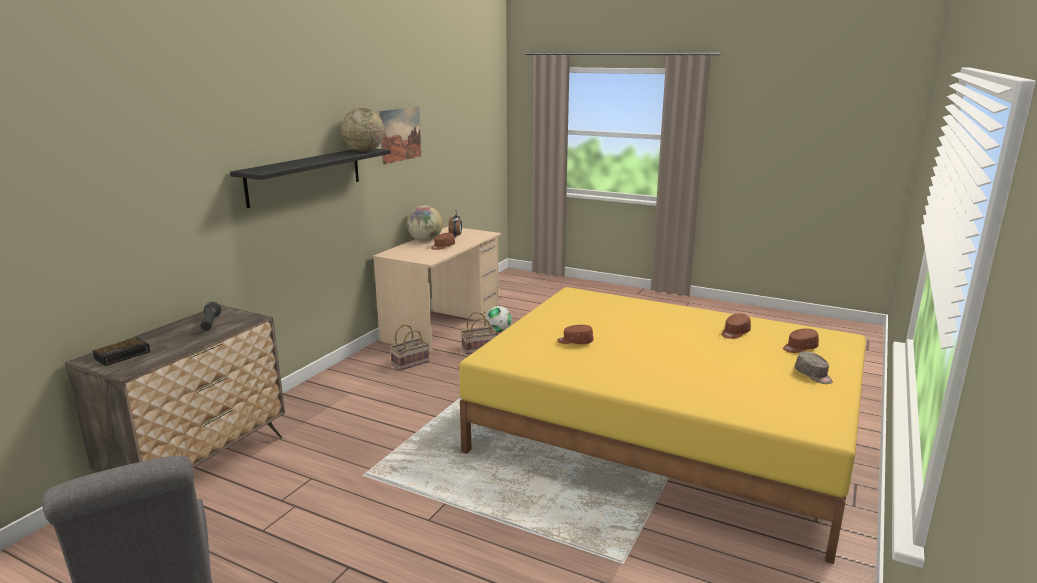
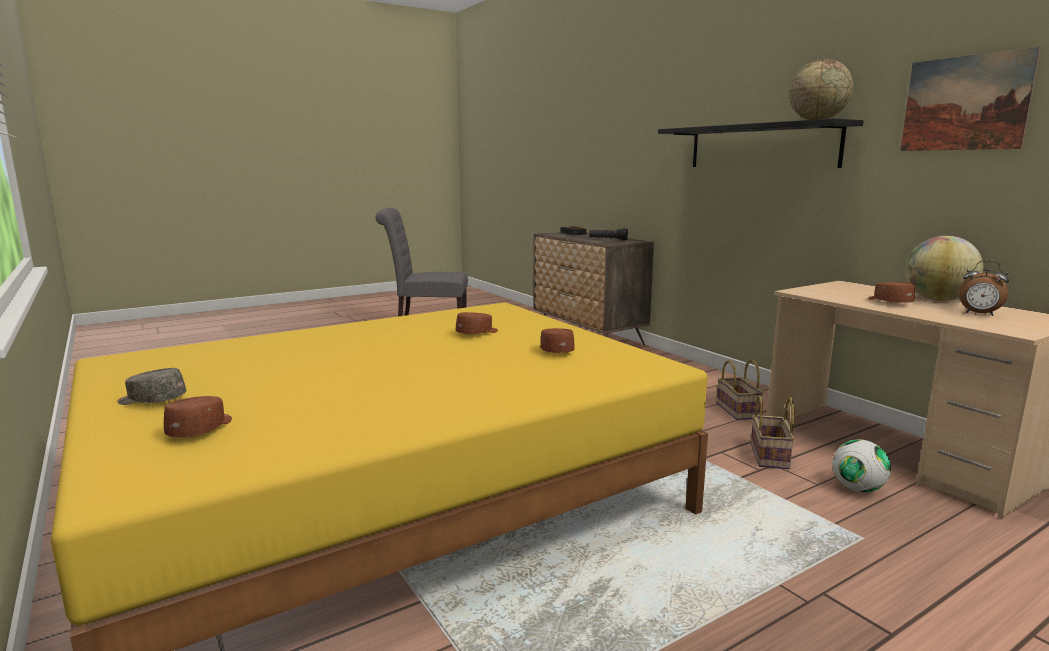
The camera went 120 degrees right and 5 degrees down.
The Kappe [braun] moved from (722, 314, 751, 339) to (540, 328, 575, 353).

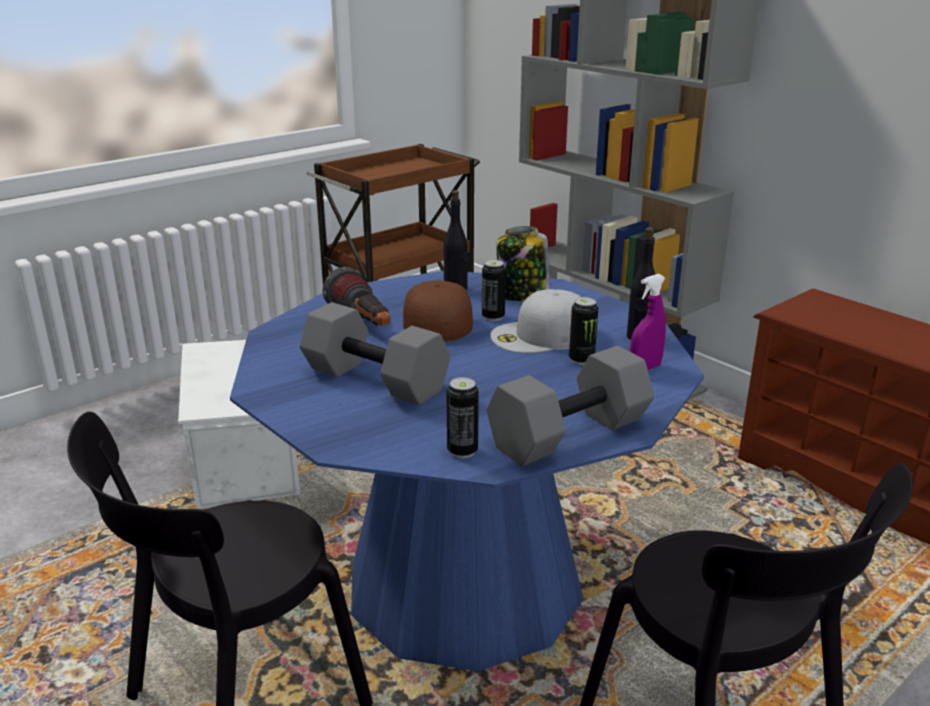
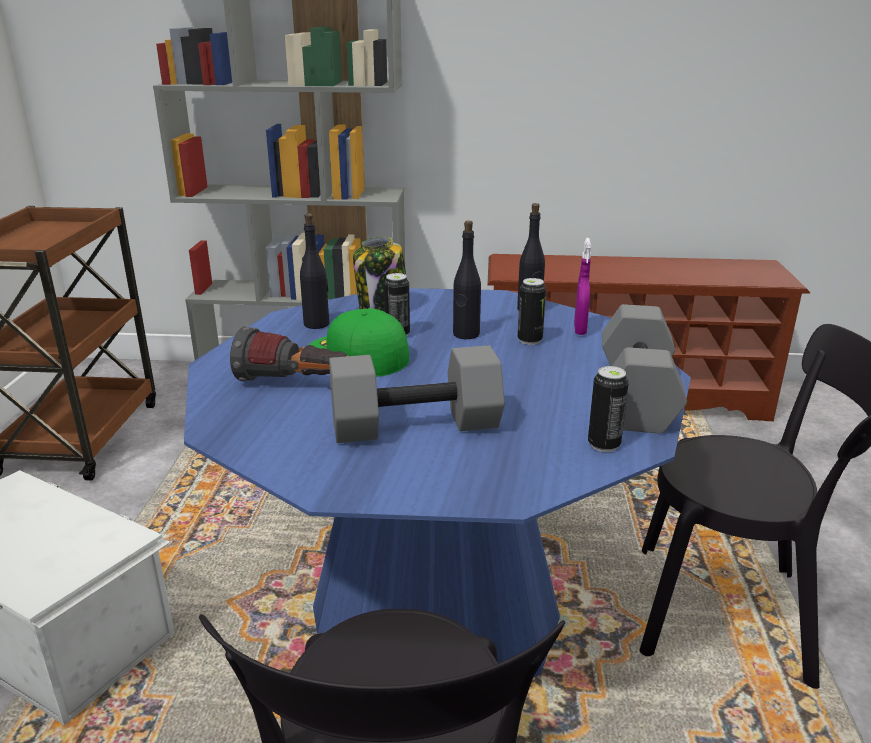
The camera went 45 degrees left and 0 degrees up.
The Kappe [braun] at (402, 280, 473, 342) became the Kappe [grün] at (309, 308, 409, 377).
The Kappe [weiß] at (490, 289, 581, 353) was replaced by the Flasche [schwarz] at (453, 221, 481, 339).

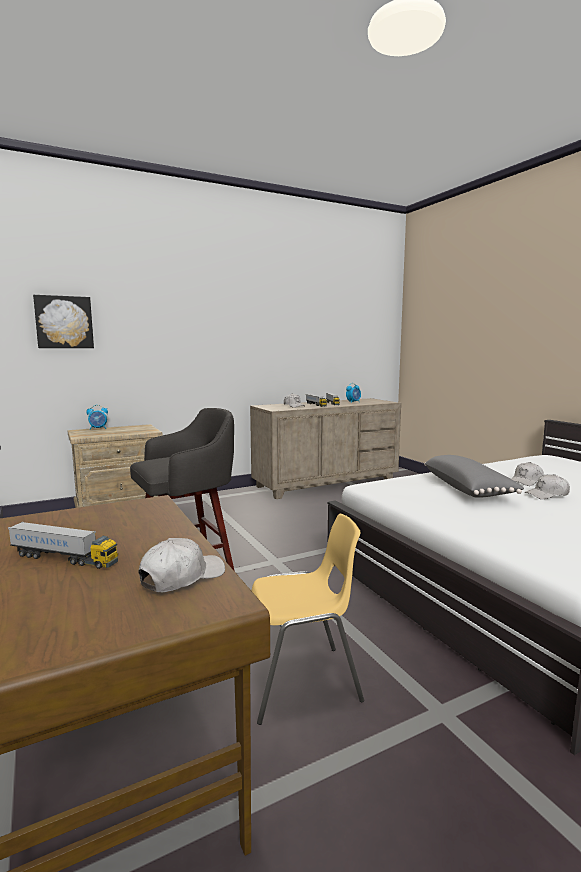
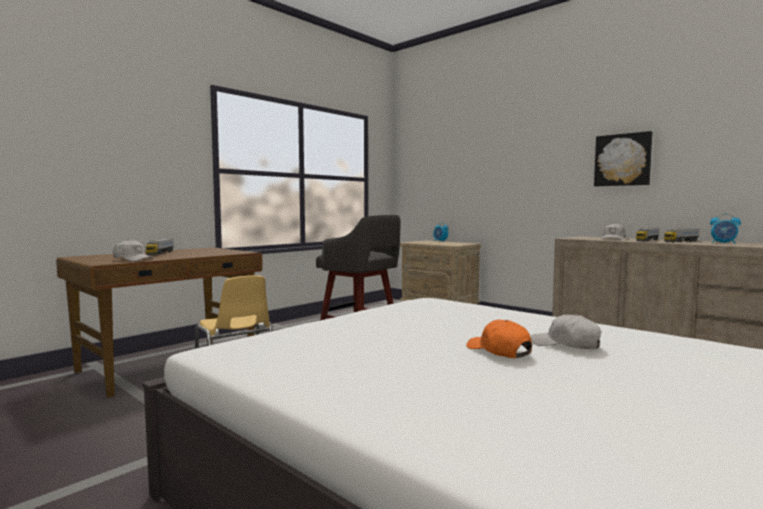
The camera went 70 degrees right and 5 degrees down.
The Bild moved from (33, 295, 94, 348) to (594, 131, 652, 186).
The Kissen [grau] at (424, 455, 524, 498) disappeared.
The Kappe [weiß] at (524, 474, 570, 499) became the Kappe [orange] at (466, 320, 532, 358).

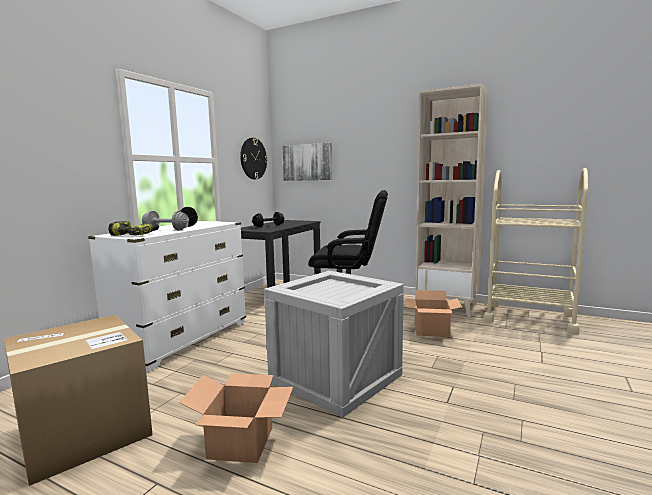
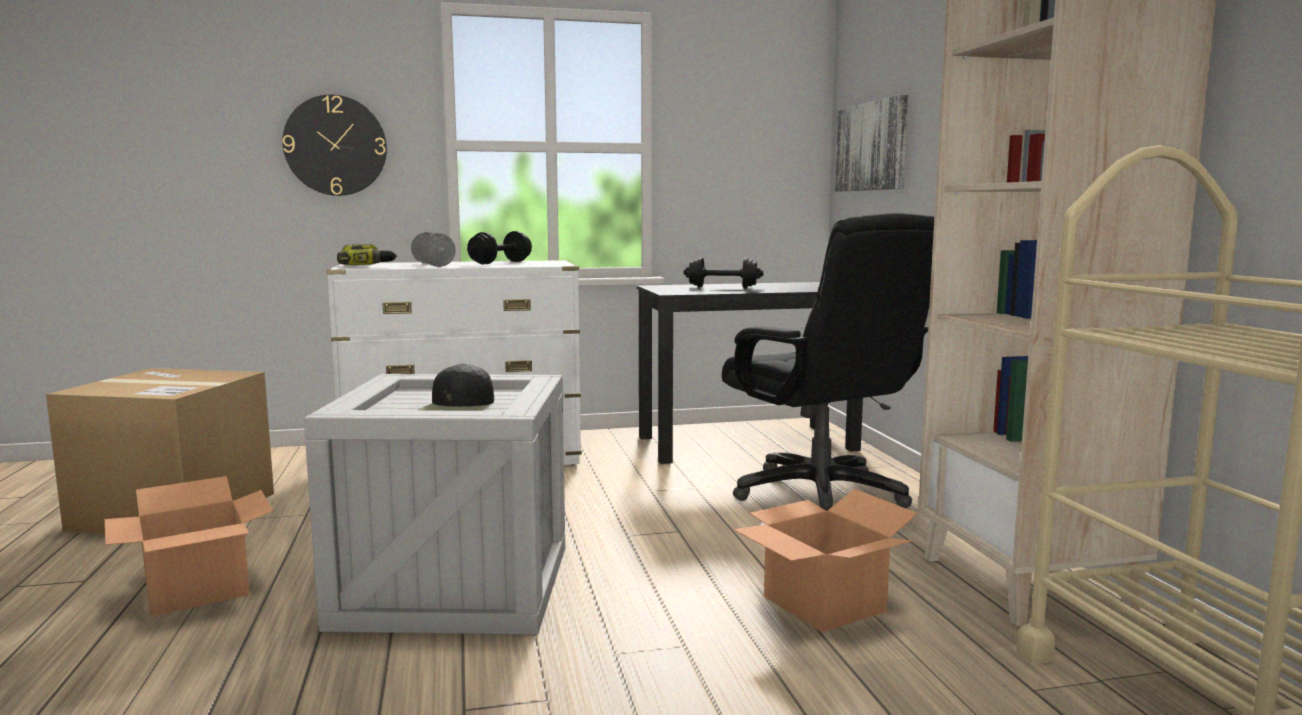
The camera went 50 degrees right and 0 degrees up.
The Wanduhr moved from (240, 138, 268, 179) to (282, 94, 387, 196).
The Kappe [schwarz] at (418, 363, 494, 411) appeared.

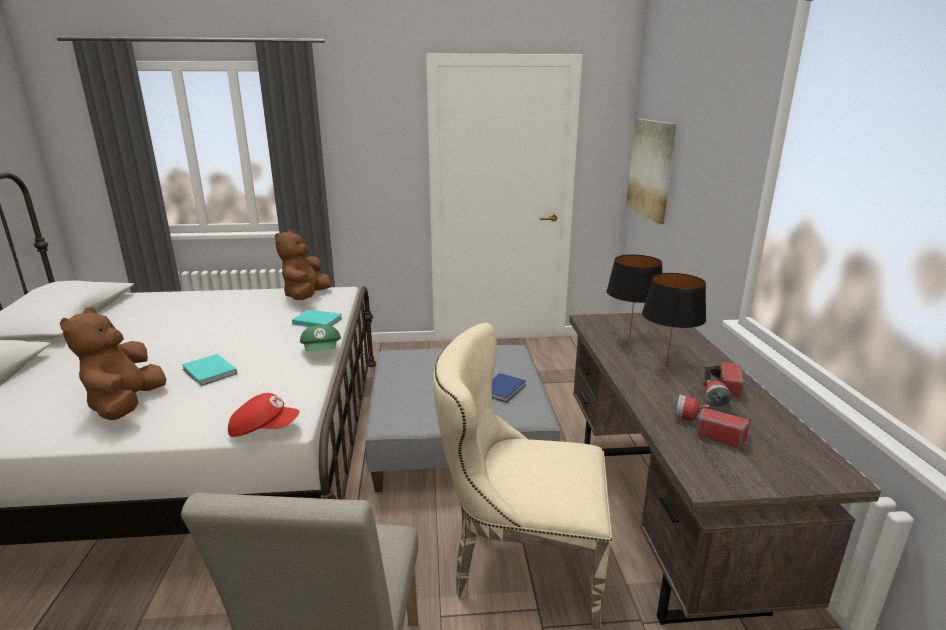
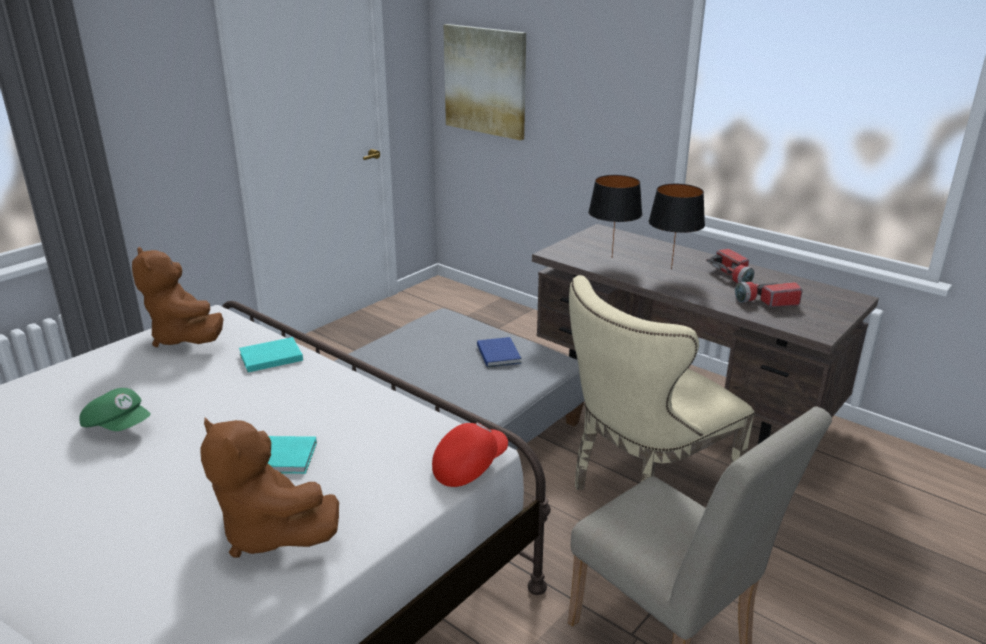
The camera went 45 degrees left and 5 degrees up.
The Kappe [grün] moved from (300, 325, 341, 351) to (79, 388, 151, 431).

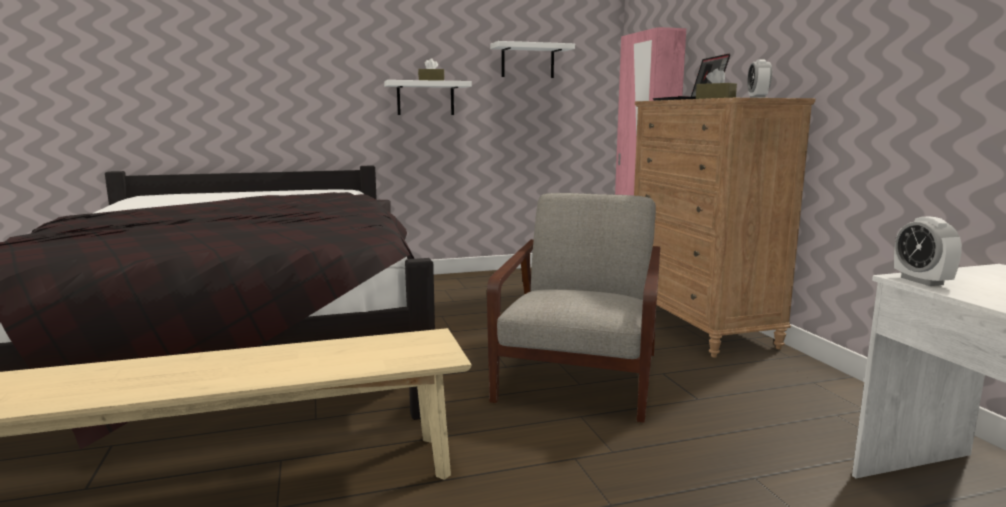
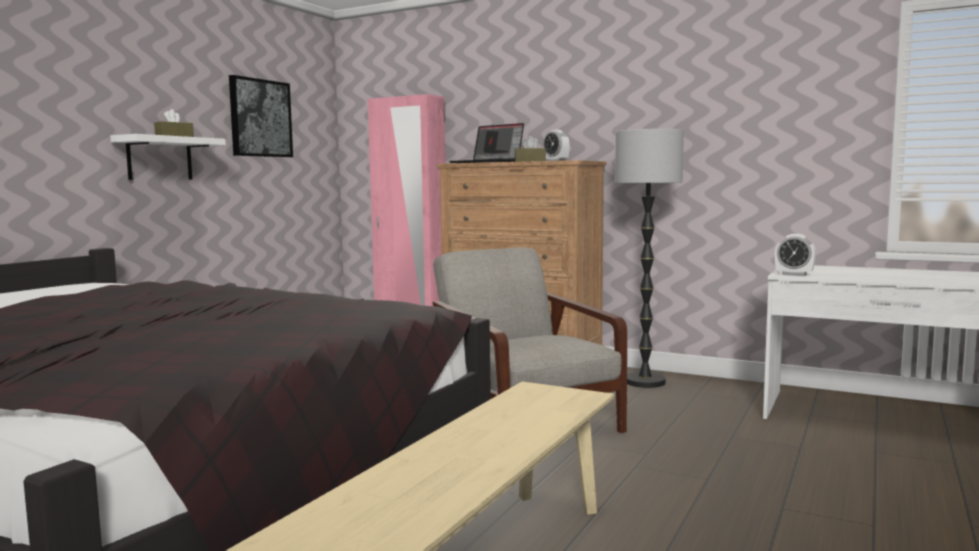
The camera went 45 degrees left and 5 degrees down.
The Wandregal [weiß] at (490, 41, 575, 78) was replaced by the Bild at (229, 75, 293, 157).
The Stehlampe at (615, 129, 684, 388) appeared.

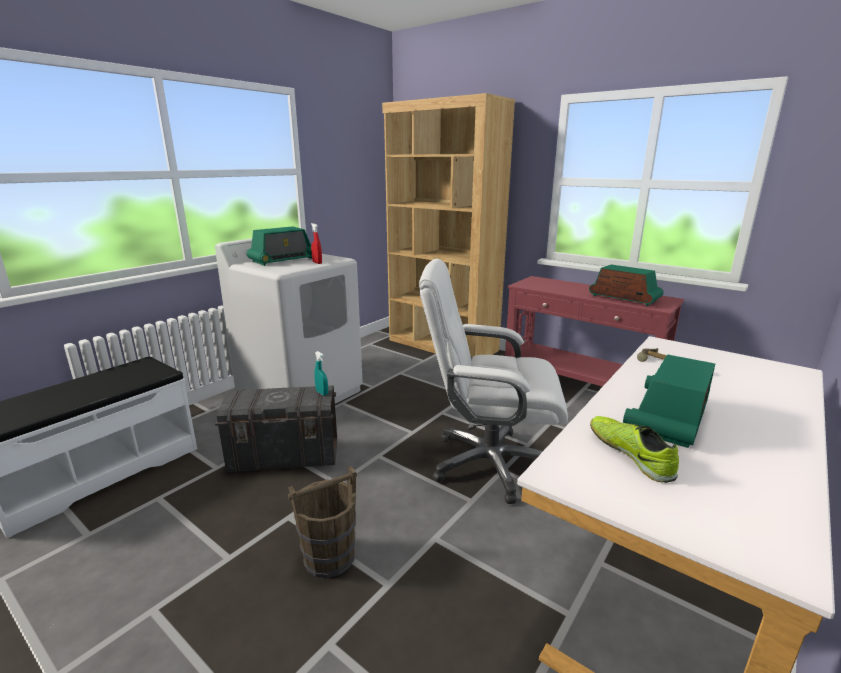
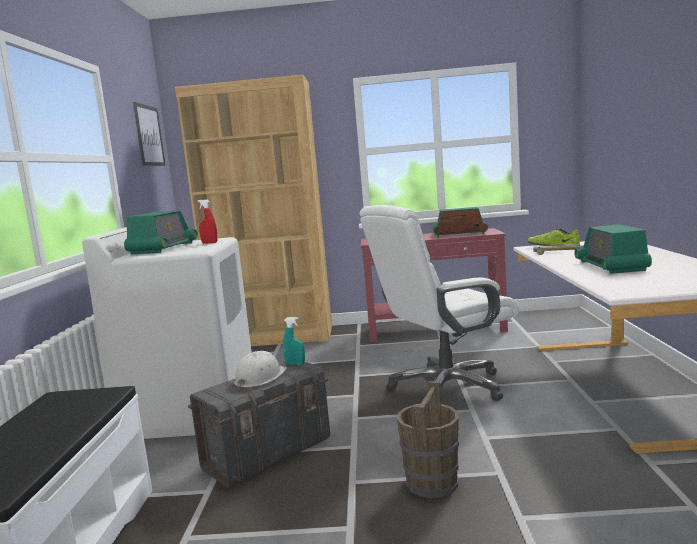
The camera went 35 degrees left and 10 degrees down.
The Schuh moved from (590, 416, 679, 483) to (528, 228, 580, 247).
The Bild at (133, 102, 166, 166) appeared.
The Schutzhelm [weiß] at (234, 351, 287, 388) appeared.

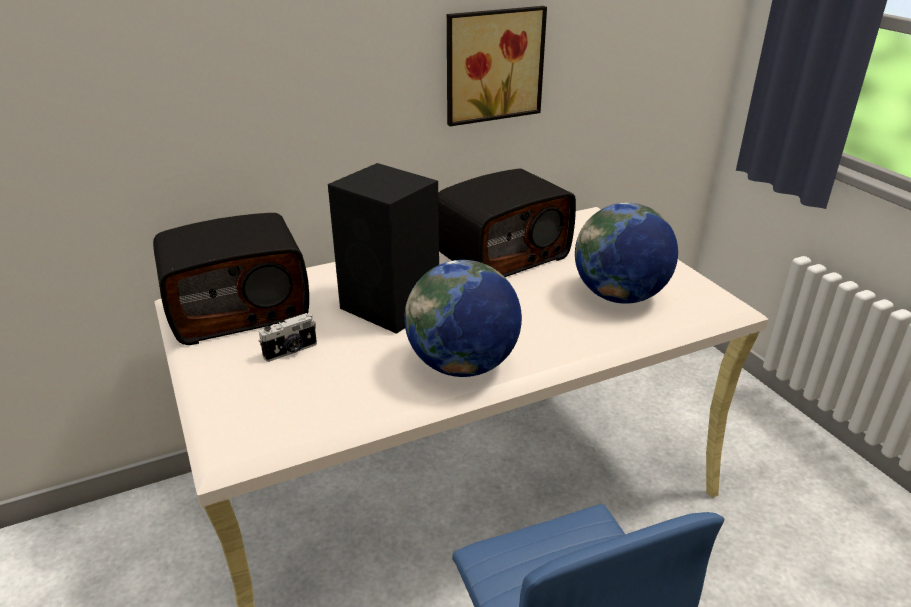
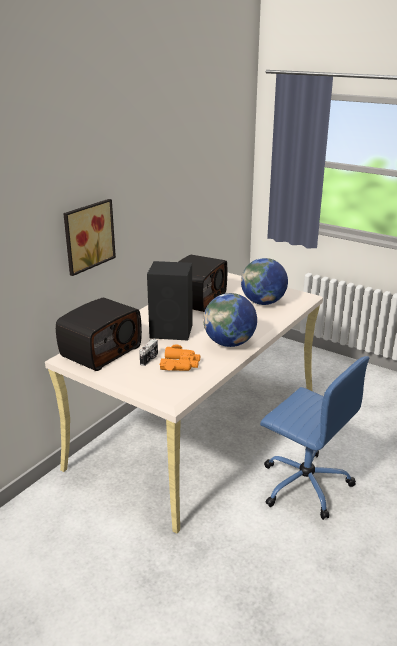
The camera went 30 degrees left and 5 degrees down.
The Bild moved from (447, 6, 547, 126) to (63, 199, 116, 276).
The Fernglas [orange] at (159, 345, 200, 371) appeared.

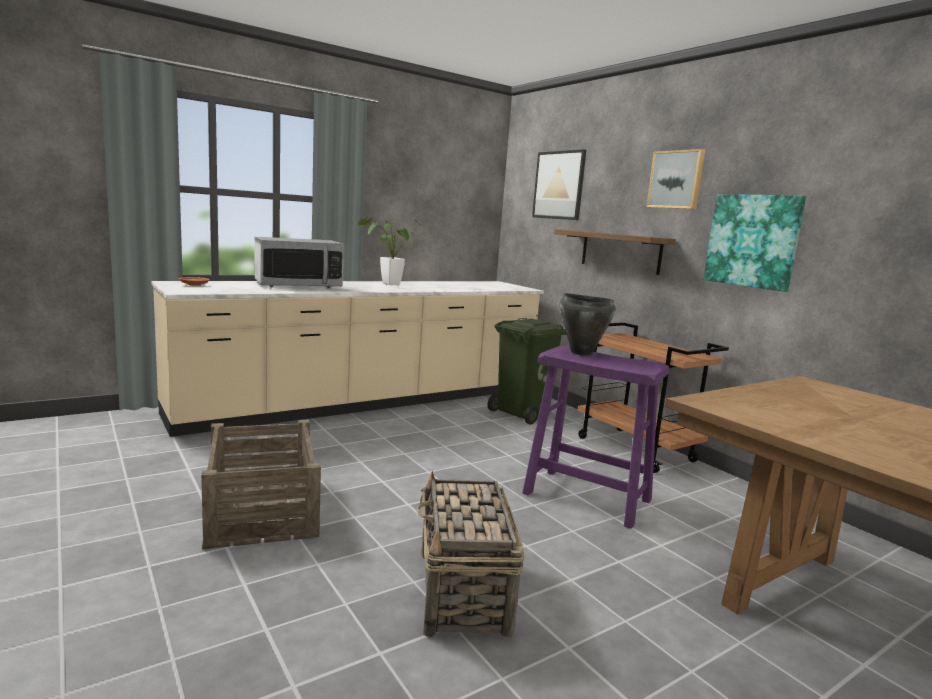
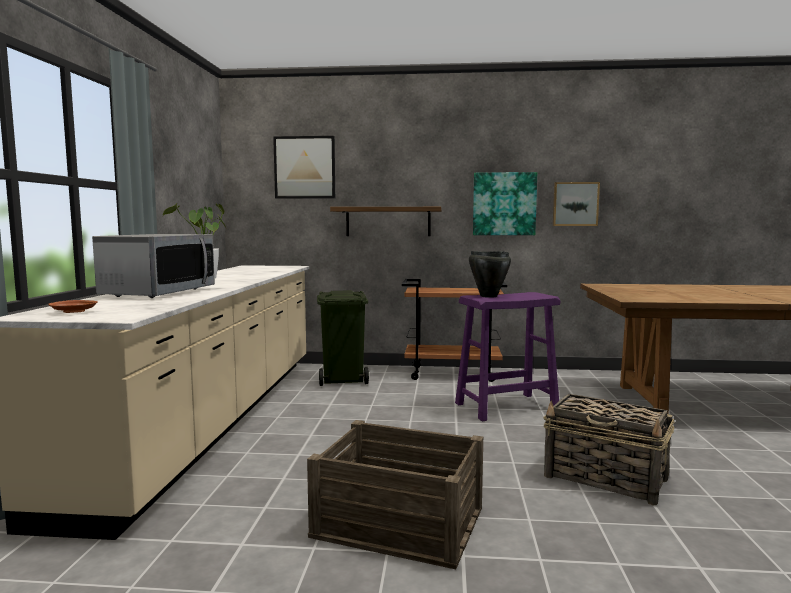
The camera went 50 degrees left and 5 degrees down.
The Bild moved from (646, 149, 705, 209) to (553, 182, 600, 226).

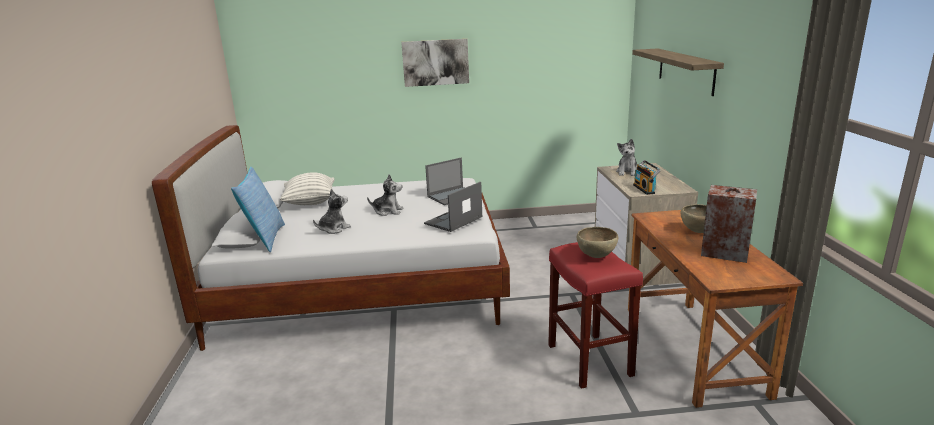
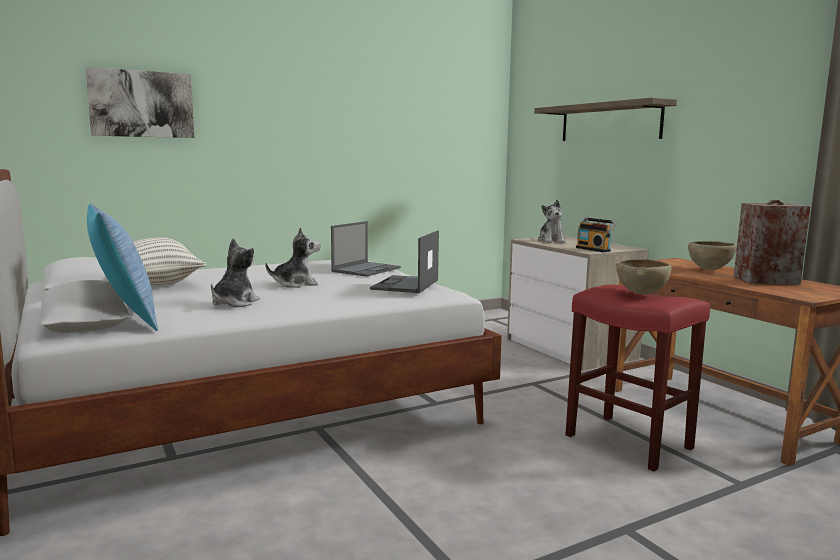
The camera went 25 degrees left and 10 degrees down.
The Bild moved from (401, 39, 469, 87) to (85, 67, 195, 138).

